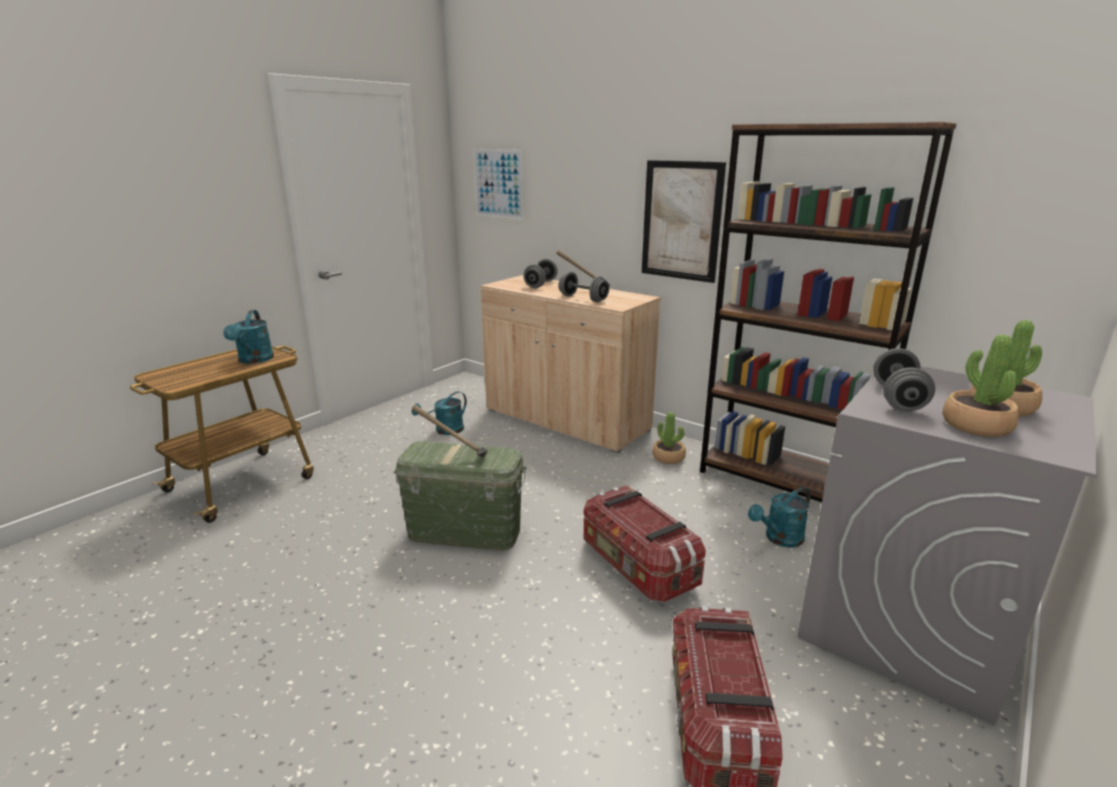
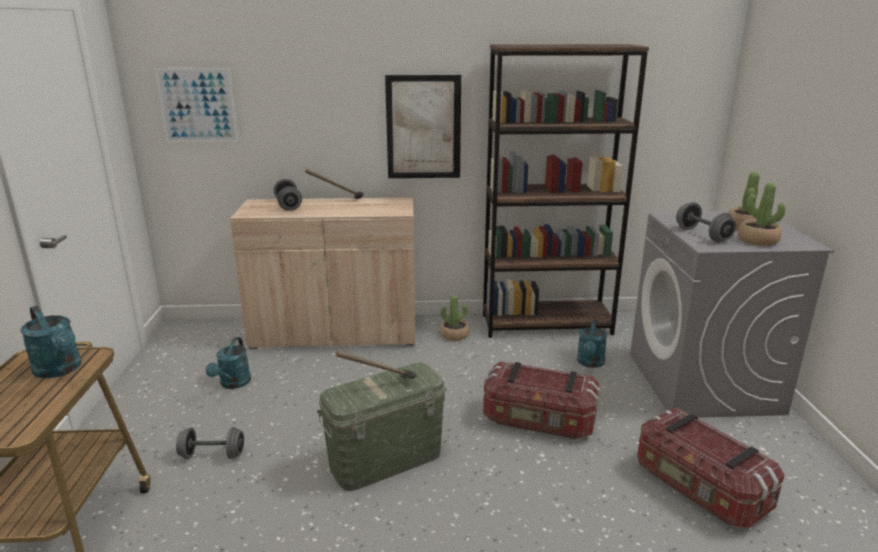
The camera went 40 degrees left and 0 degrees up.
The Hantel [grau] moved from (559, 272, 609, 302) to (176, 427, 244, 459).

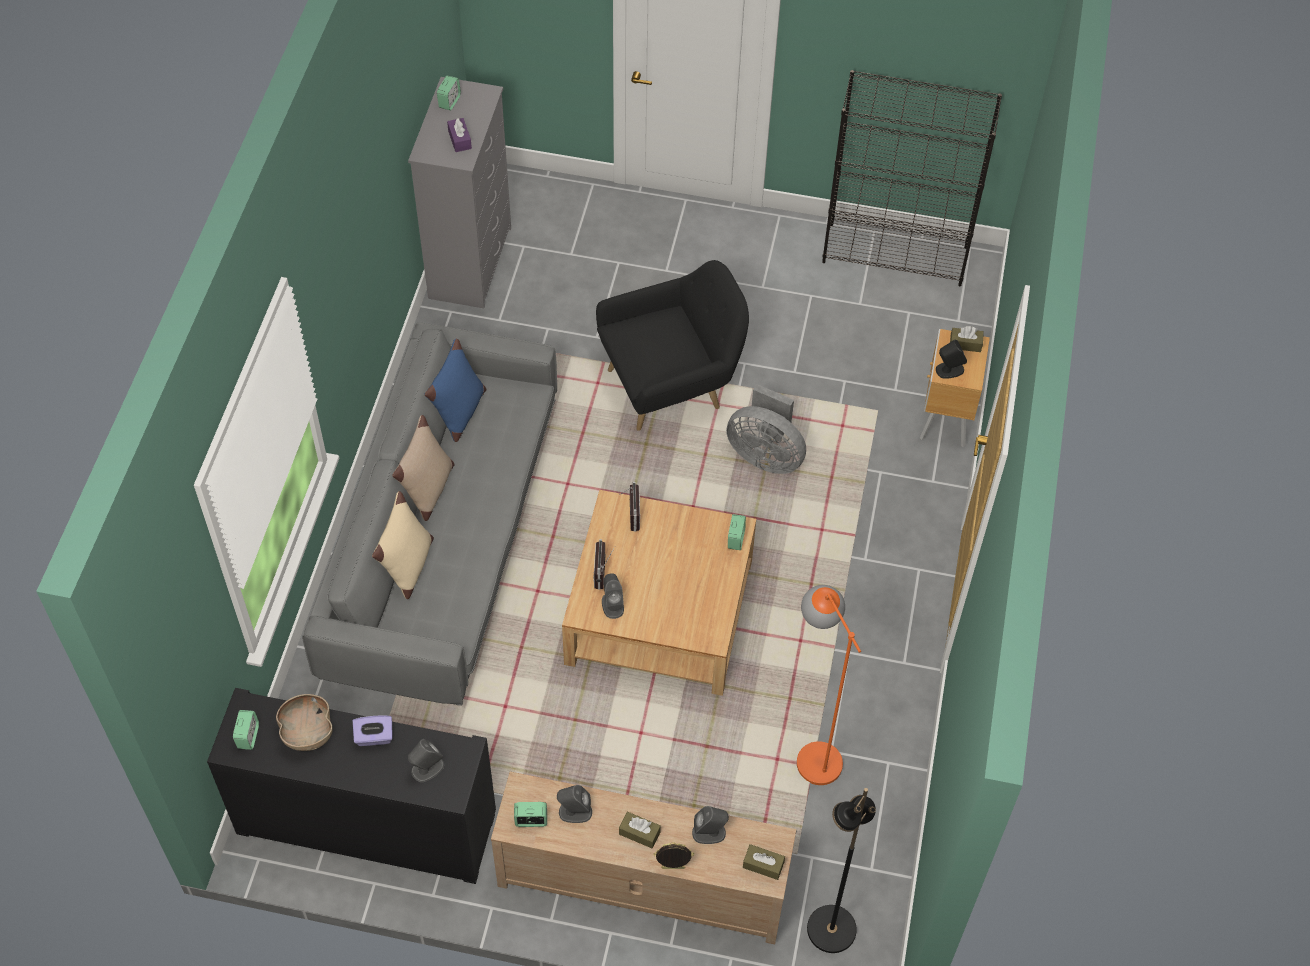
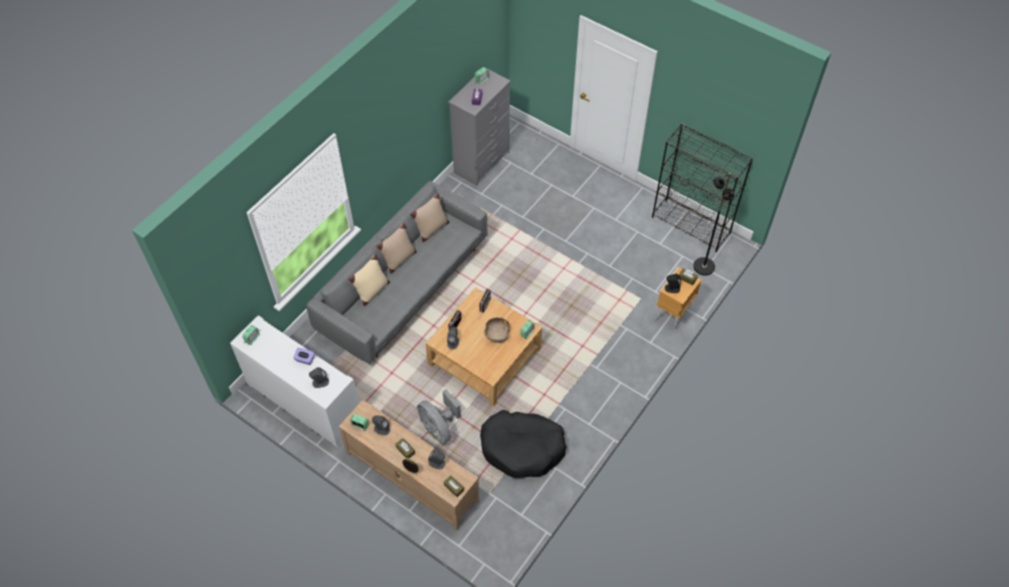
The camera went 25 degrees right and 0 degrees up.
The Sessel [schwarz] at (596, 260, 749, 431) disappeared.
The Kissen [blau] at (424, 338, 486, 442) became the Kissen [beige] at (410, 193, 449, 242).
The Ventilator [grau] moved from (726, 384, 806, 474) to (417, 389, 461, 444).
The Stehlampe [orange] at (797, 585, 861, 785) was replaced by the Hundebett [schwarz] at (480, 410, 567, 478).
The Schrank [schwarz] at (207, 688, 496, 884) became the Schrank [weiß] at (230, 315, 359, 448).
The Schüssel [braun] moved from (276, 694, 333, 751) to (485, 317, 510, 343).
The Stehlampe [schwarz] moved from (807, 788, 876, 953) to (693, 173, 734, 276).

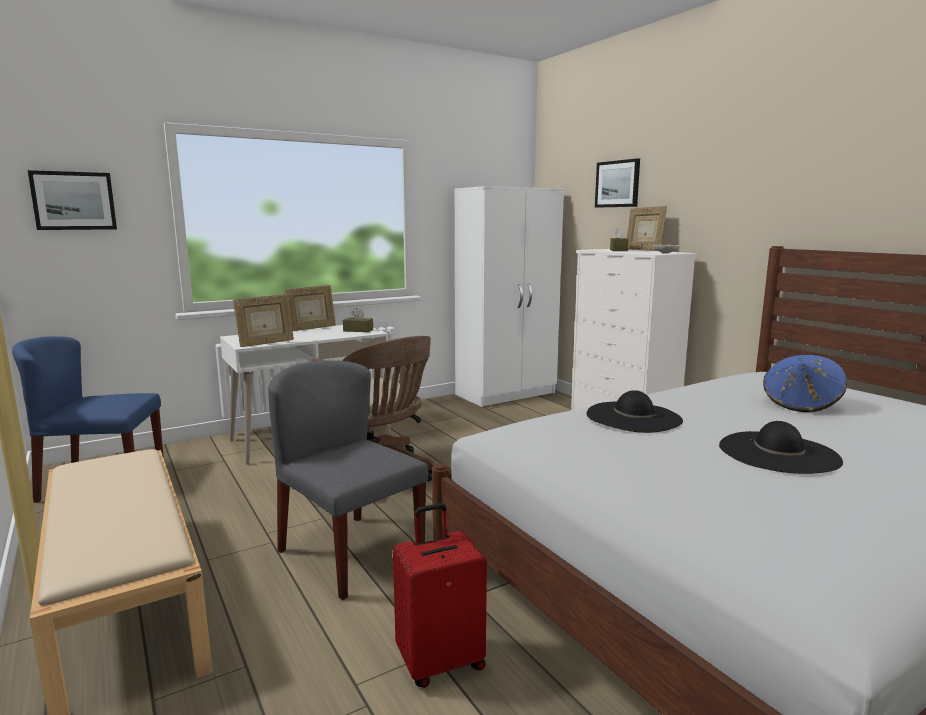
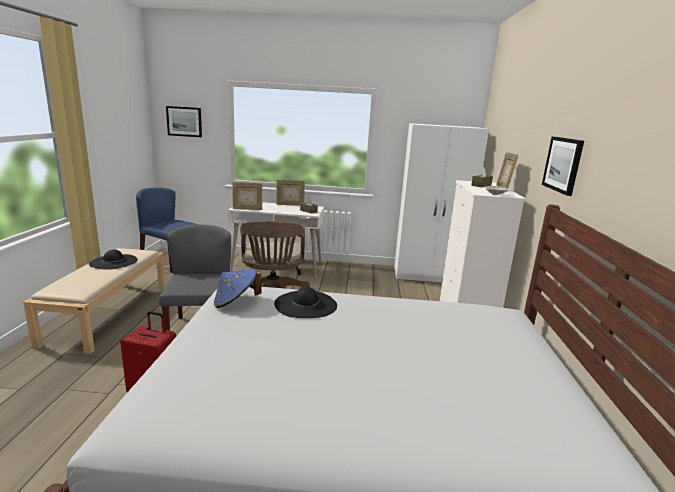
The camera went 35 degrees right and 5 degrees up.
The Bild moved from (595, 158, 640, 208) to (542, 137, 584, 196).
The Hut [blau] moved from (763, 355, 847, 412) to (214, 269, 262, 308).
The Hut [schwarz] moved from (719, 421, 843, 474) to (89, 250, 138, 270).

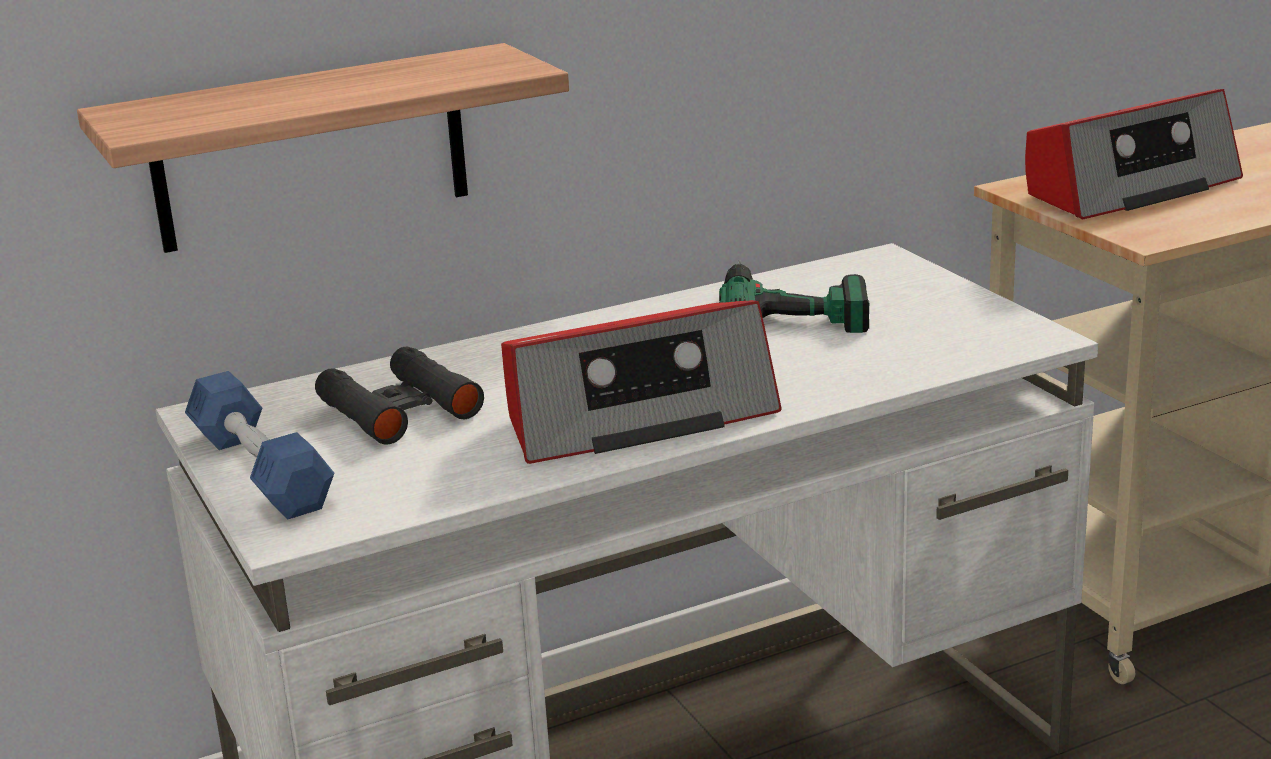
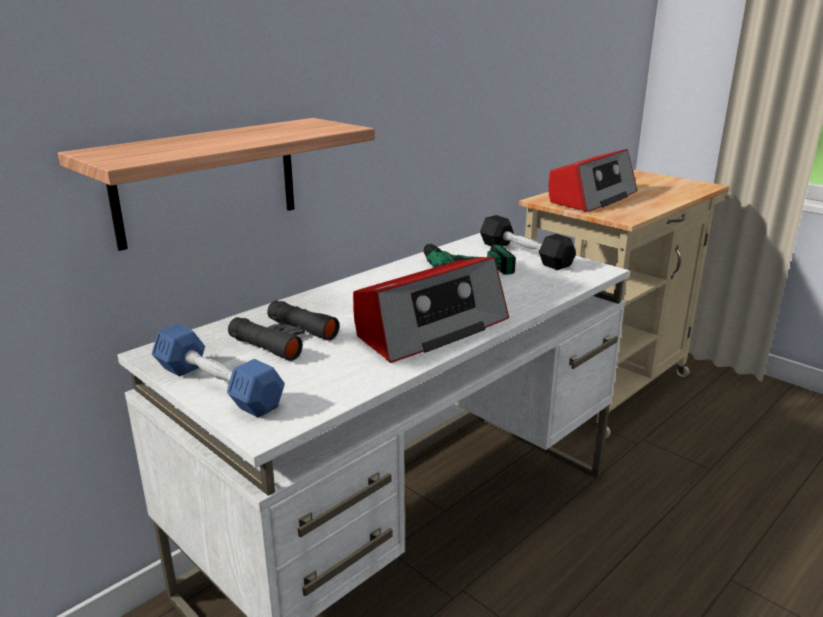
The camera went 20 degrees left and 0 degrees up.
The Hantel [schwarz] at (480, 215, 576, 270) appeared.

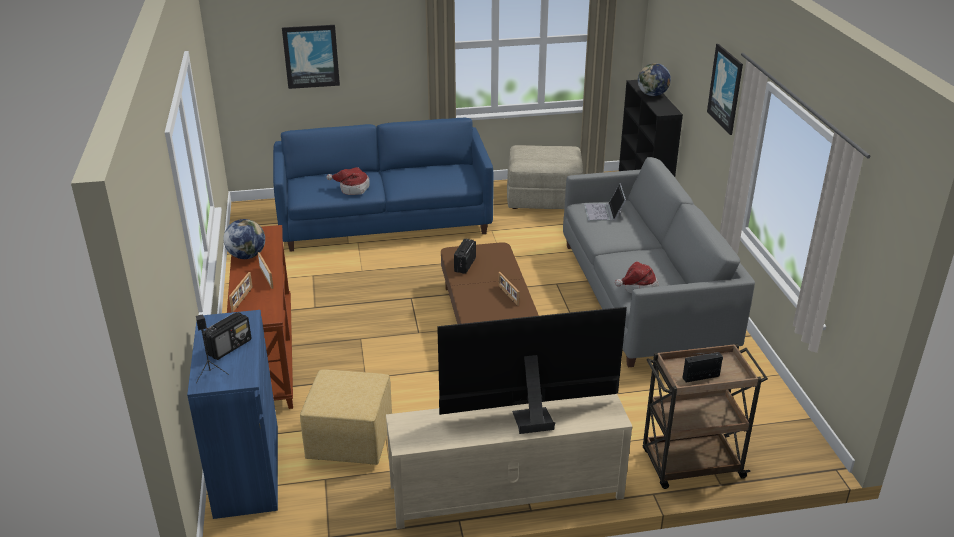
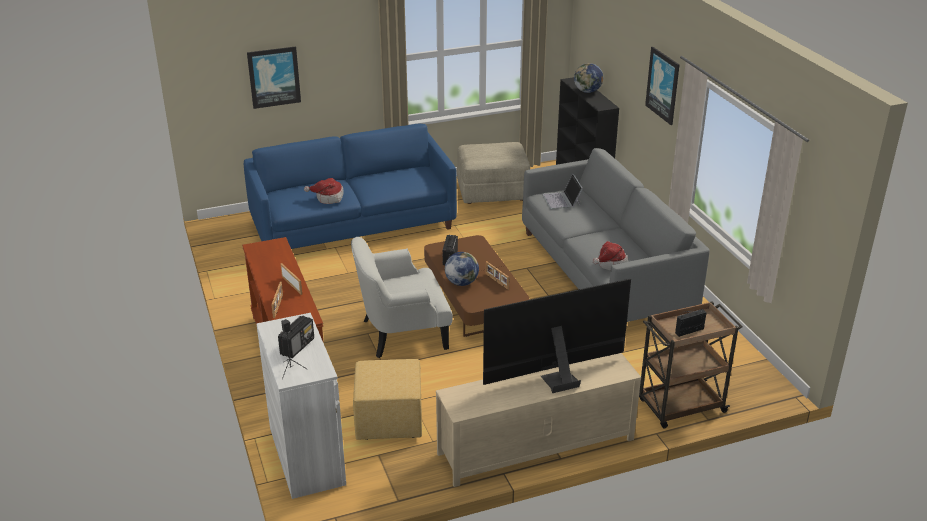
The camera went 10 degrees left and 0 degrees up.
The Globus moved from (223, 219, 265, 259) to (445, 252, 479, 286).
The Schrank [blau] at (187, 310, 278, 519) became the Schrank [weiß] at (257, 313, 346, 499).
The Sessel [weiß] at (351, 237, 453, 358) appeared.

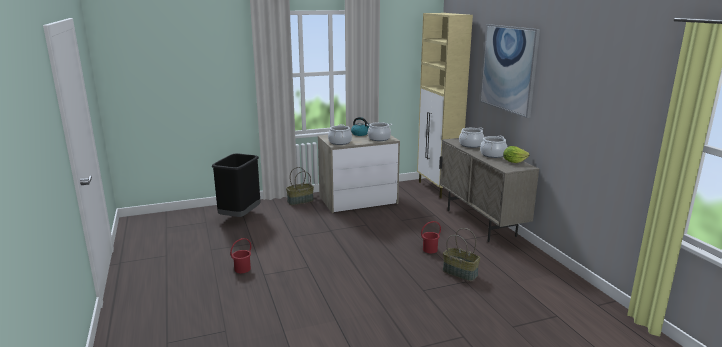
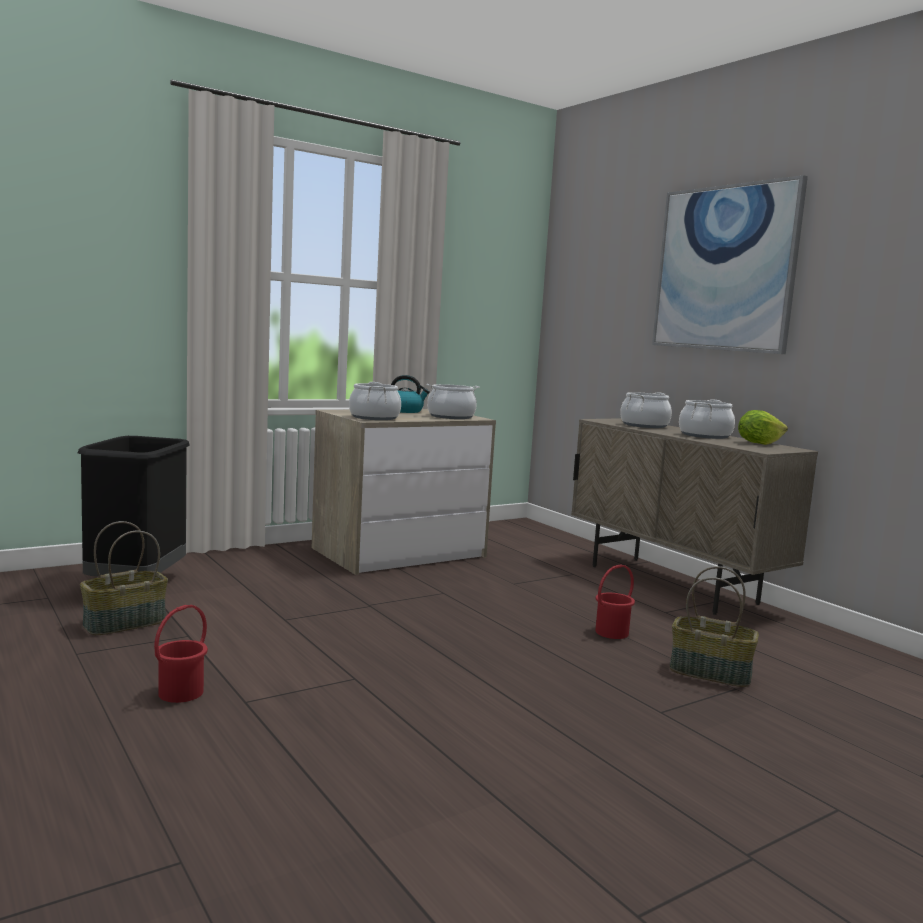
The camera went 15 degrees left and 10 degrees down.
The Schrank [beige] at (417, 13, 473, 198) disappeared.
The Korb moved from (286, 167, 314, 205) to (80, 521, 168, 635).

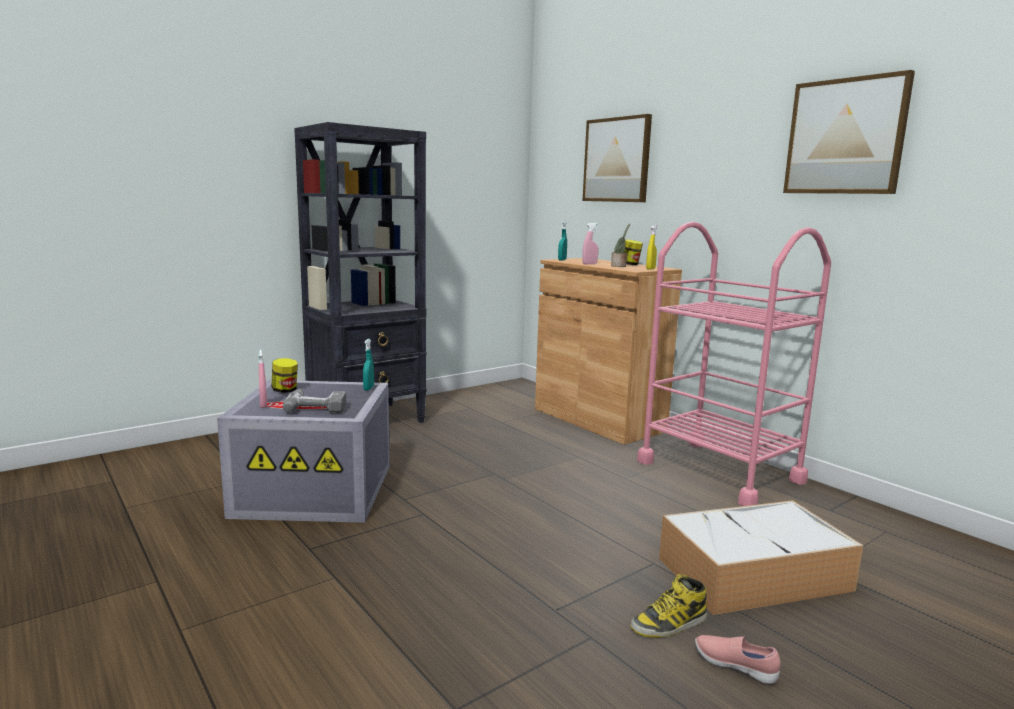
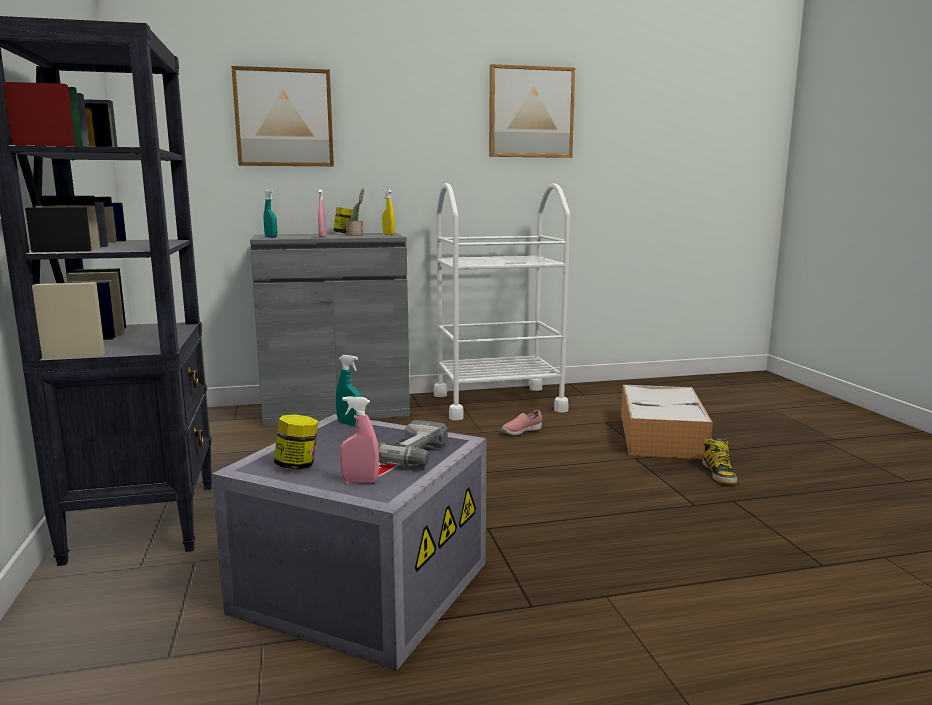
The camera went 65 degrees left and 0 degrees up.
The Rollwagen [rosa] at (637, 222, 831, 506) became the Rollwagen [weiß] at (434, 183, 570, 420).
The Schrank [braun] at (535, 258, 682, 445) became the Schrank [grau] at (250, 233, 410, 427).
The Schuh [rosa] moved from (695, 635, 781, 684) to (501, 410, 542, 435).

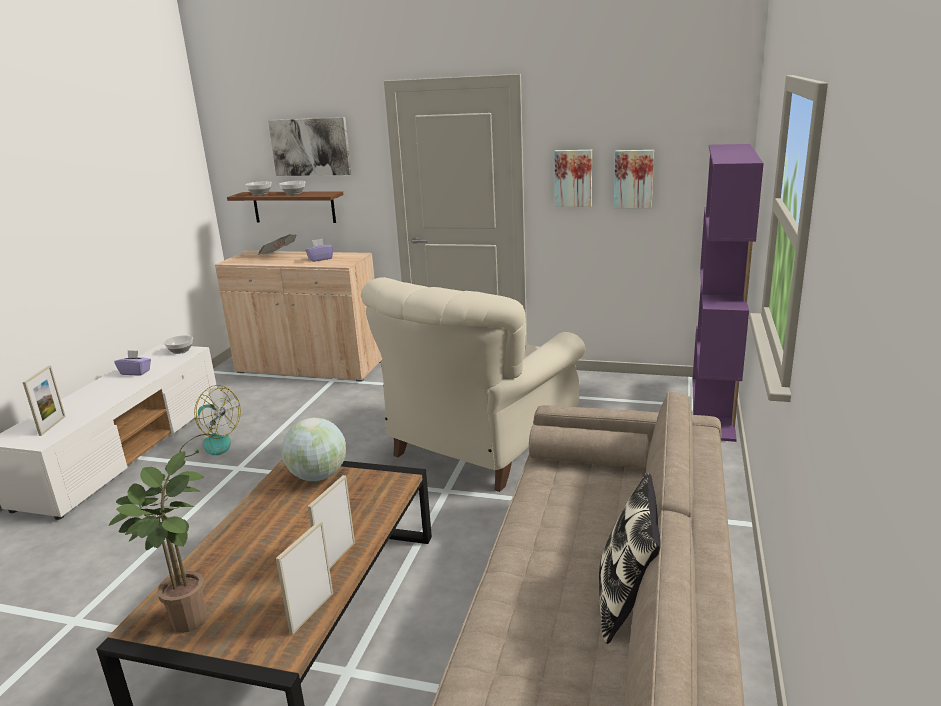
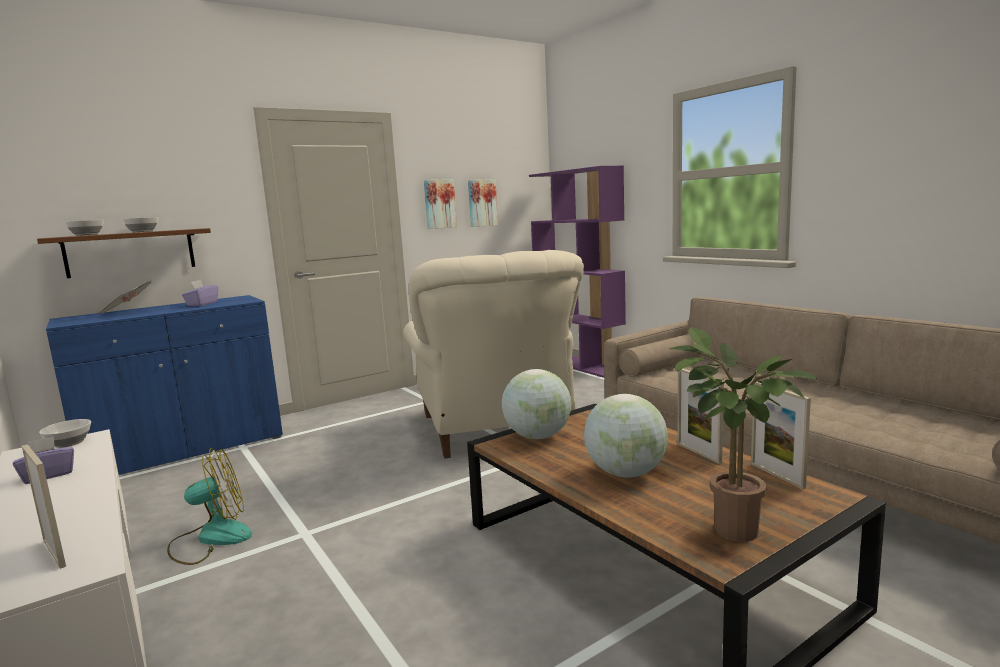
The camera went 50 degrees left and 10 degrees down.
The Bild at (268, 117, 351, 176) disappeared.
The Schrank [beige] at (215, 251, 382, 382) became the Schrank [blau] at (46, 295, 283, 475).
The Kissen at (599, 473, 661, 644) disappeared.
The Globus at (584, 394, 668, 478) appeared.

